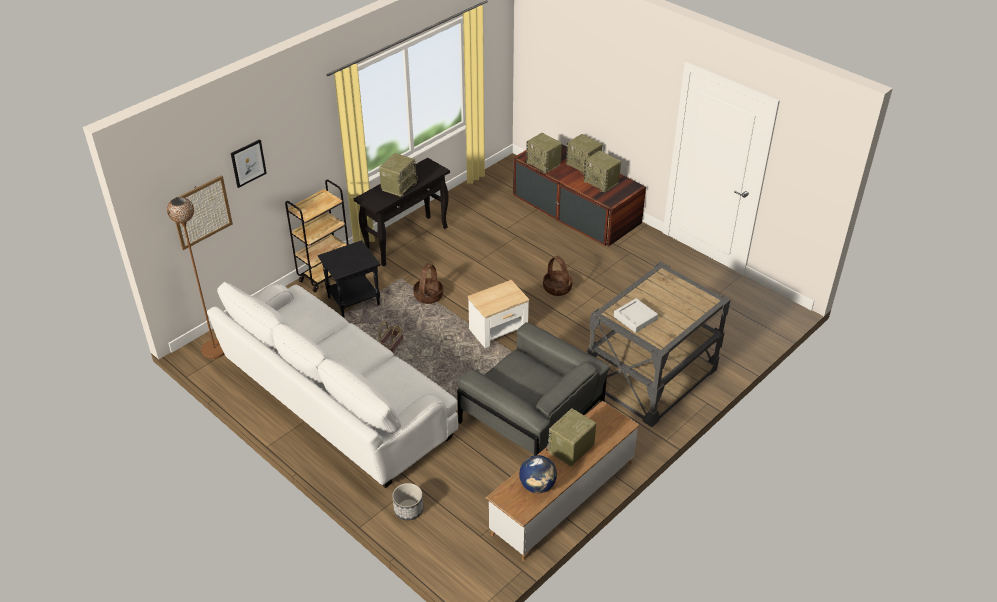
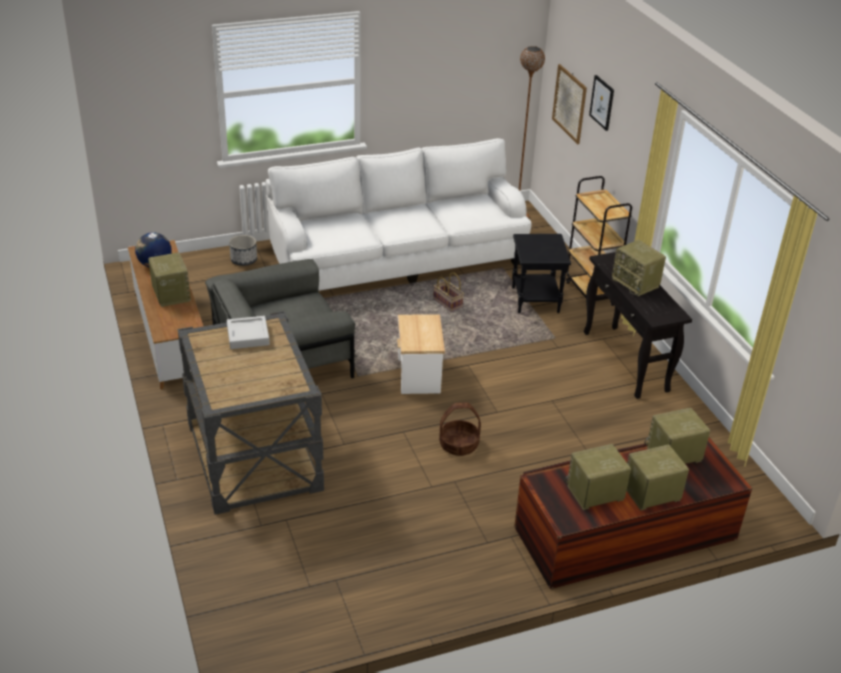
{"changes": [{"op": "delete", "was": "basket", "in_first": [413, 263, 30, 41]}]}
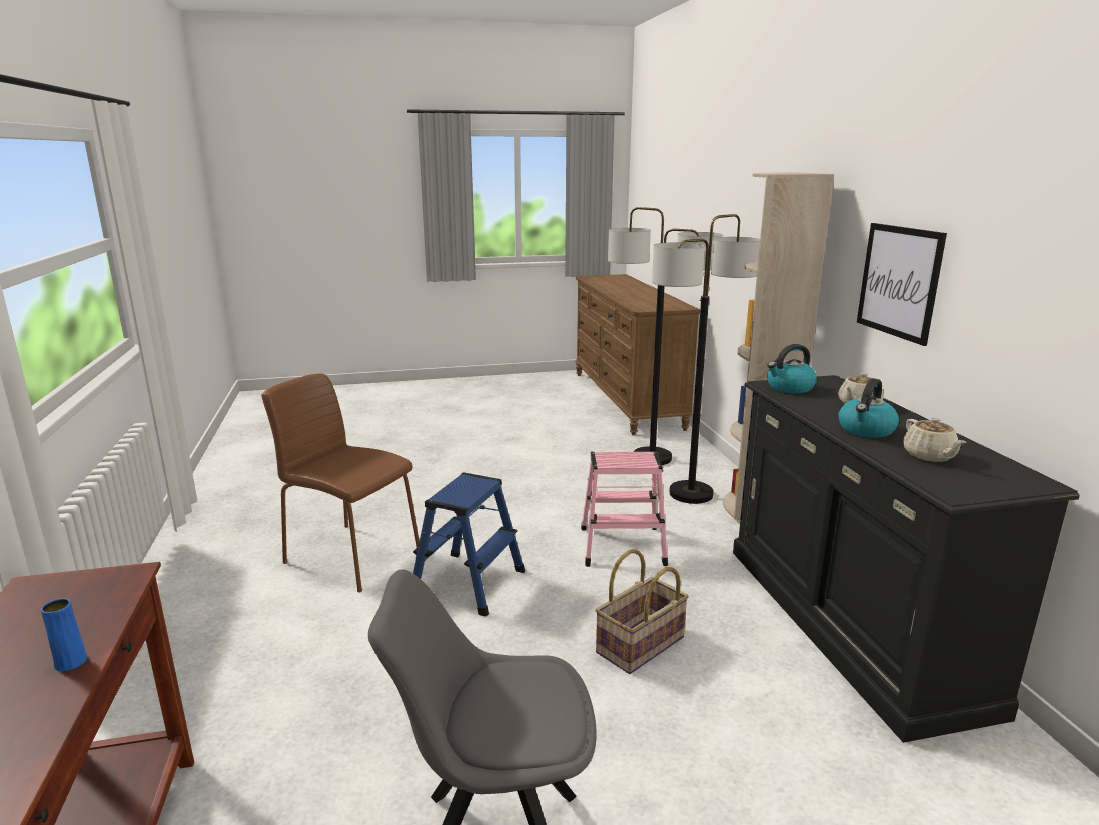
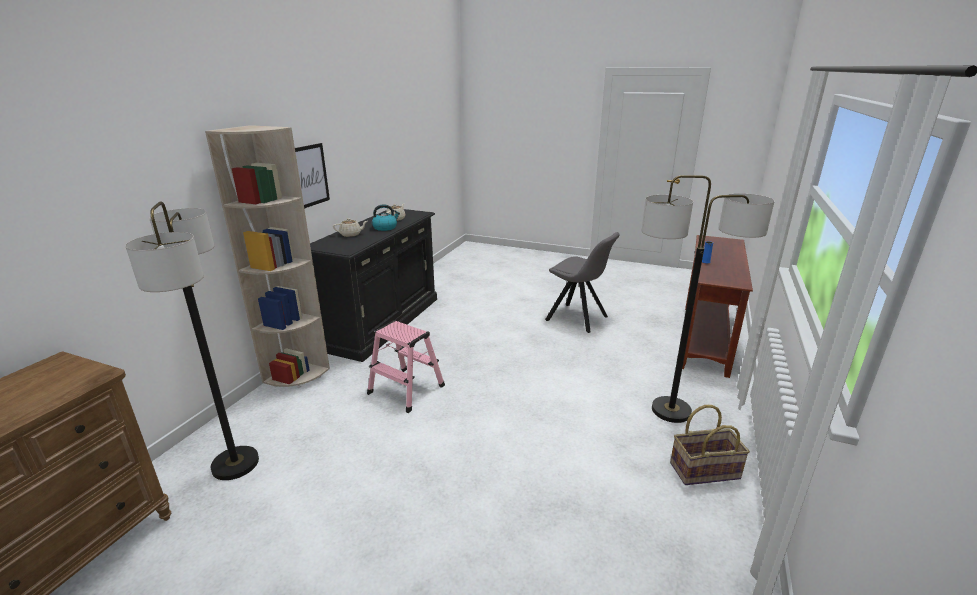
{"changes": [{"op": "delete", "was": "brown chair", "in_first": [261, 374, 159, 218]}, {"op": "delete", "was": "blue step ladder", "in_first": [413, 472, 112, 145]}, {"op": "move", "was": "basket", "in_first": [596, 549, 92, 125], "in_second": [670, 405, 80, 80]}, {"op": "move", "was": "floor lamp", "in_first": [652, 214, 108, 290], "in_second": [642, 175, 132, 248]}, {"op": "delete", "was": "kettle", "in_first": [767, 344, 50, 50]}]}
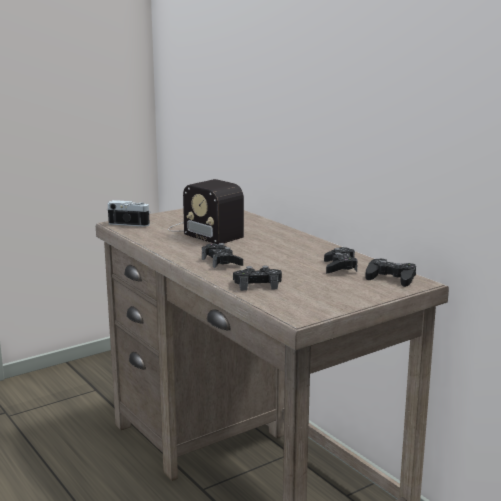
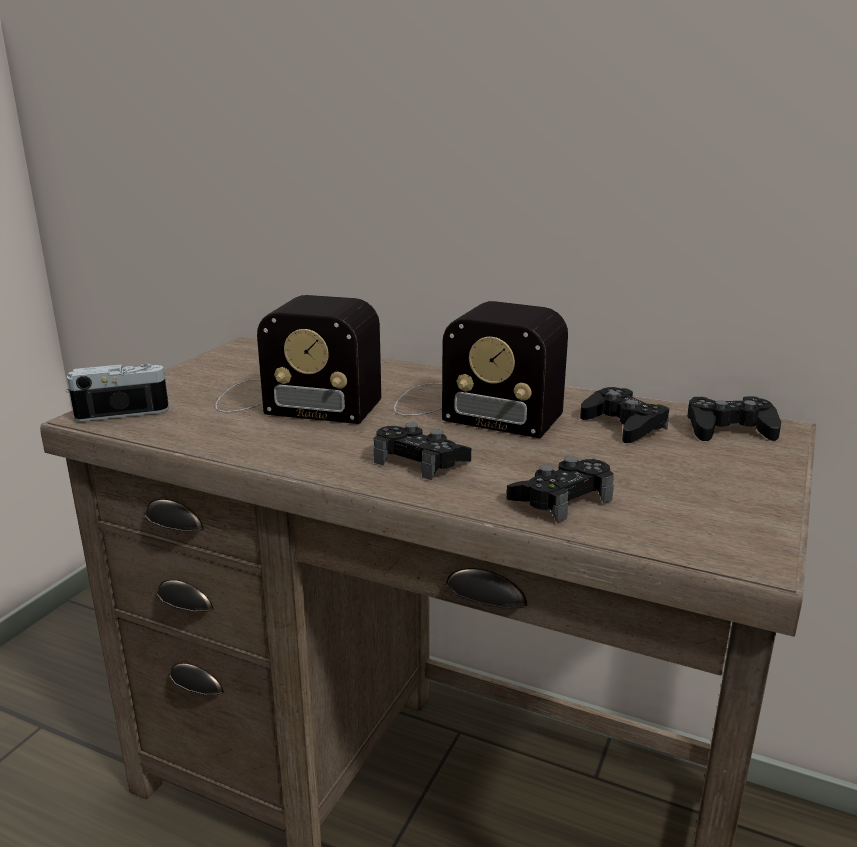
{"changes": [{"op": "insert", "now": "radio", "in_second": [394, 301, 174, 137]}]}
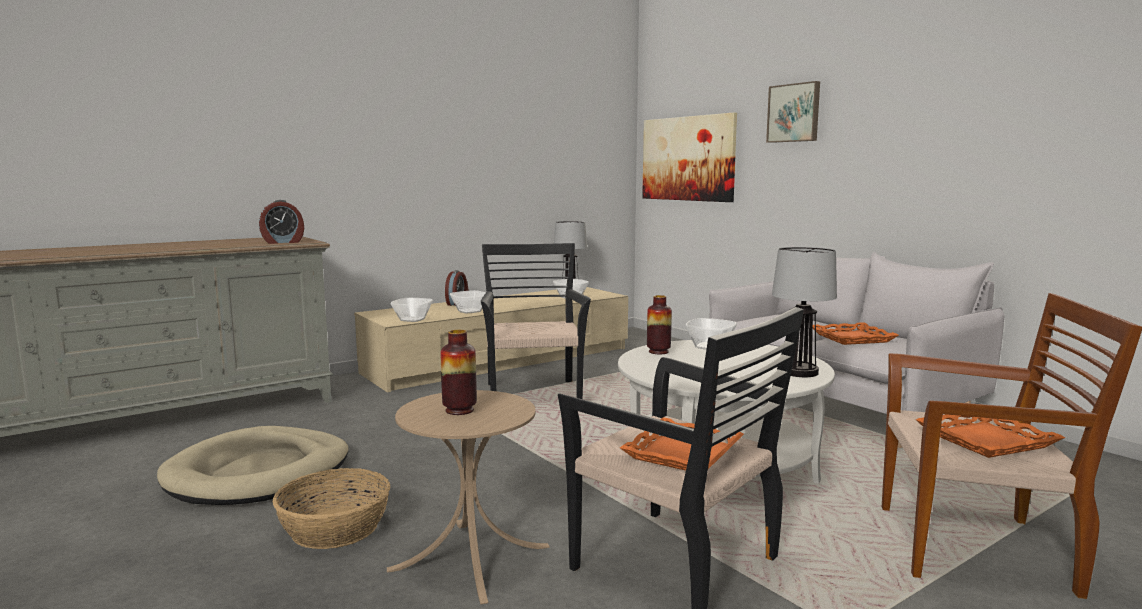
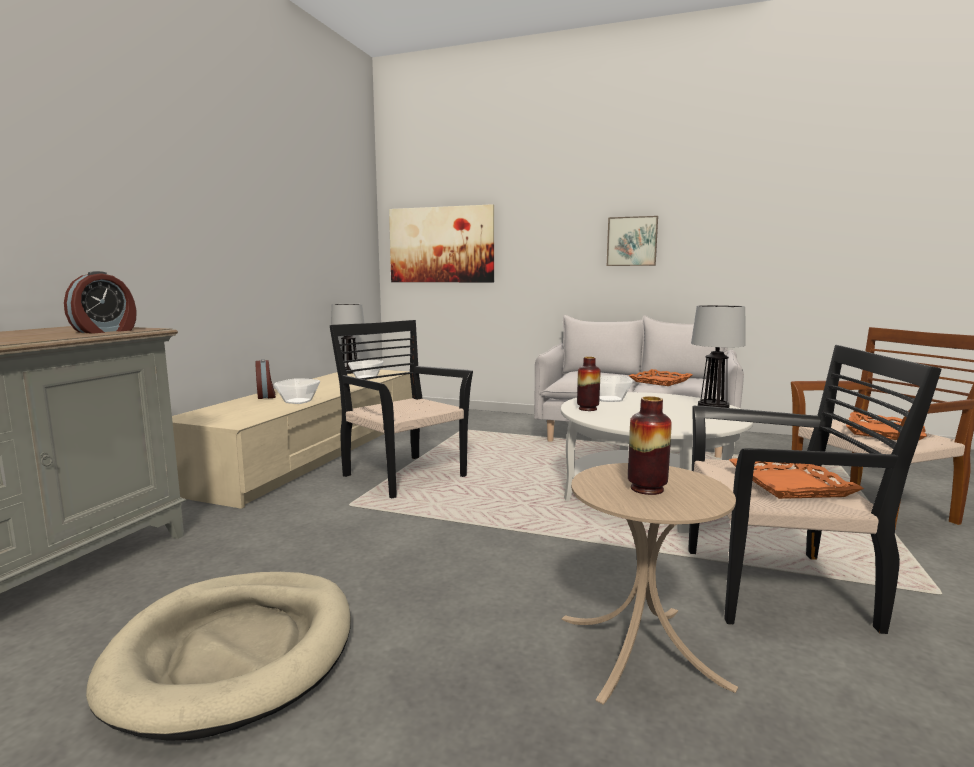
{"changes": [{"op": "delete", "was": "basket", "in_first": [273, 468, 117, 81]}, {"op": "delete", "was": "bowl", "in_first": [391, 298, 42, 24]}, {"op": "move", "was": "picture", "in_first": [766, 81, 54, 62], "in_second": [607, 216, 51, 50]}]}
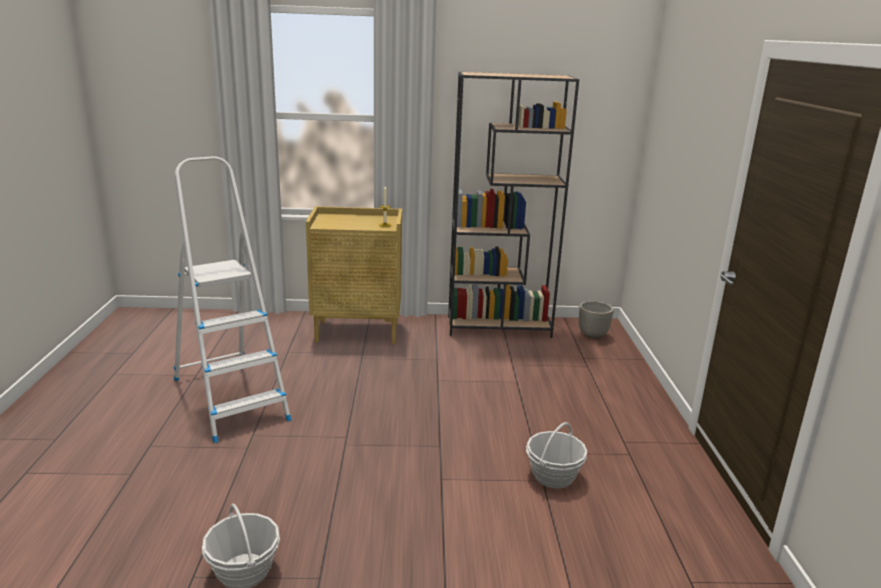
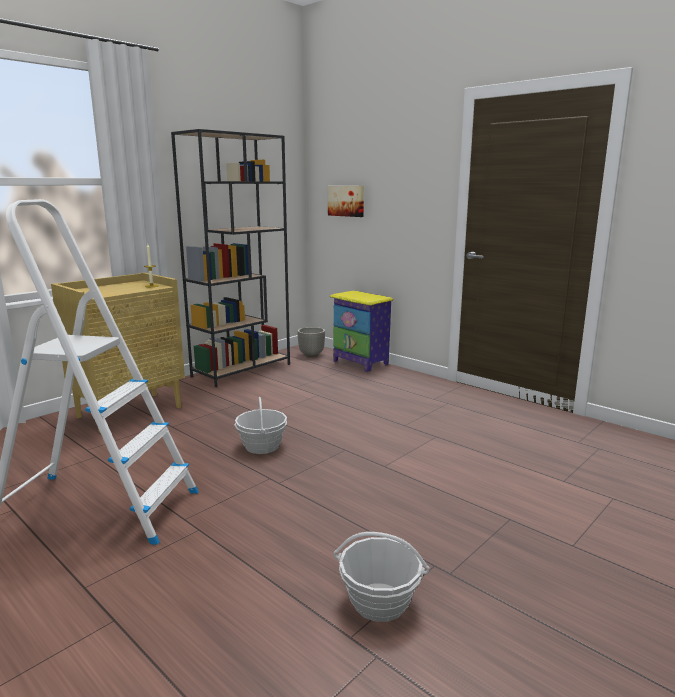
{"changes": [{"op": "move", "was": "basket", "in_first": [526, 422, 61, 67], "in_second": [235, 397, 52, 57]}, {"op": "insert", "now": "picture", "in_second": [328, 186, 36, 31]}, {"op": "insert", "now": "nightstand", "in_second": [329, 291, 64, 81]}]}
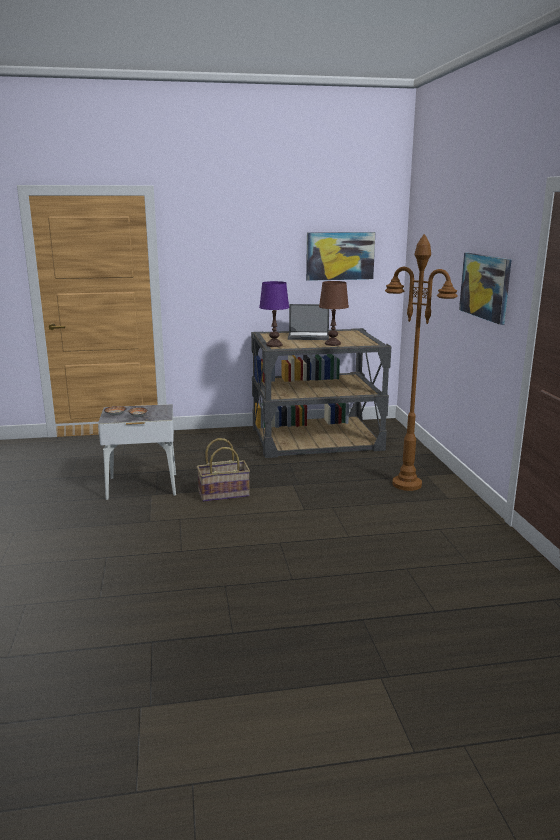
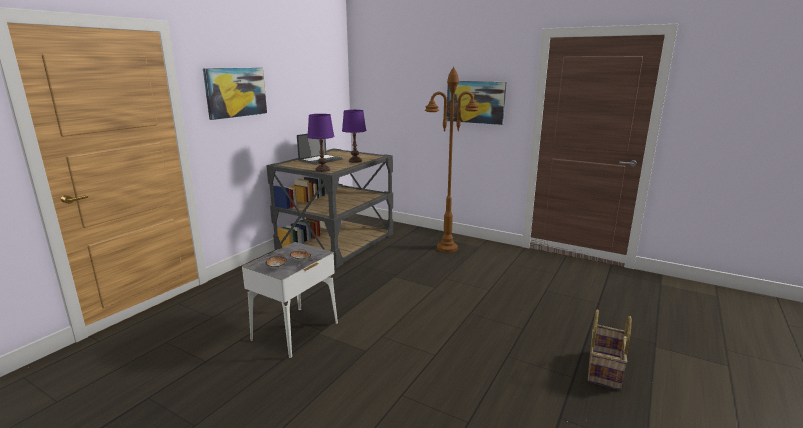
{"changes": [{"op": "move", "was": "basket", "in_first": [197, 438, 53, 64], "in_second": [588, 309, 44, 81]}, {"op": "move", "was": "picture", "in_first": [306, 232, 69, 49], "in_second": [203, 68, 64, 52]}, {"op": "recolor", "was": "brown table lamp", "now": "purple table lamp", "in_first": [319, 281, 30, 65], "in_second": [342, 110, 24, 53]}]}
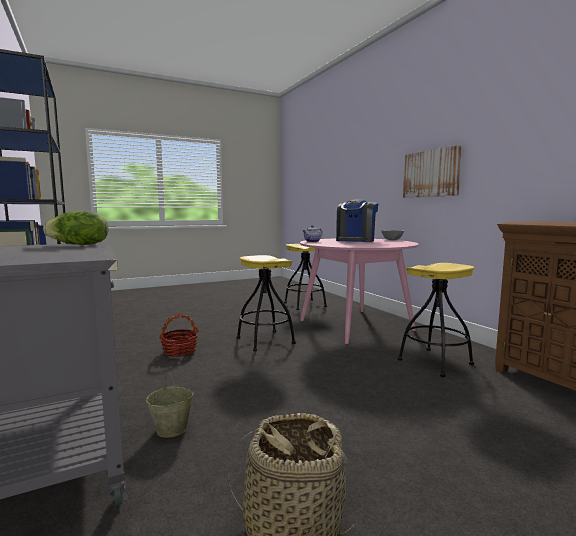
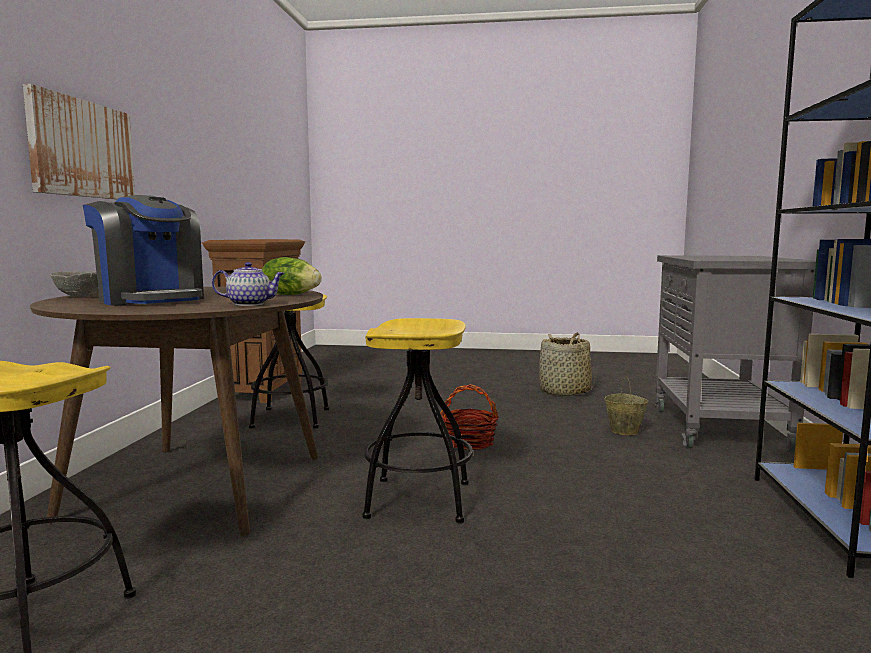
{"changes": [{"op": "move", "was": "lettuce", "in_first": [43, 211, 65, 34], "in_second": [262, 257, 60, 38]}, {"op": "move", "was": "basket", "in_first": [160, 314, 39, 43], "in_second": [440, 384, 59, 66]}, {"op": "recolor", "was": "pink dining table", "now": "brown dining table", "in_first": [300, 239, 118, 105], "in_second": [30, 287, 293, 249]}, {"op": "rotate", "was": "coffee machine", "in_first": [336, 199, 42, 43], "in_second": [83, 195, 121, 111], "clockwise": 75}]}
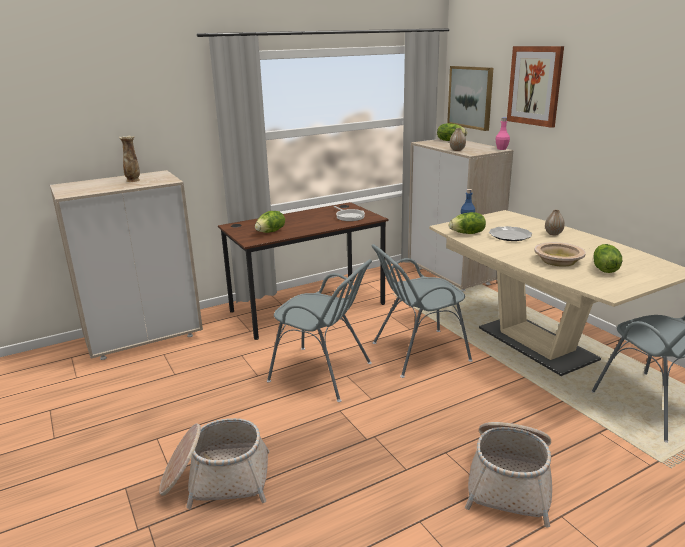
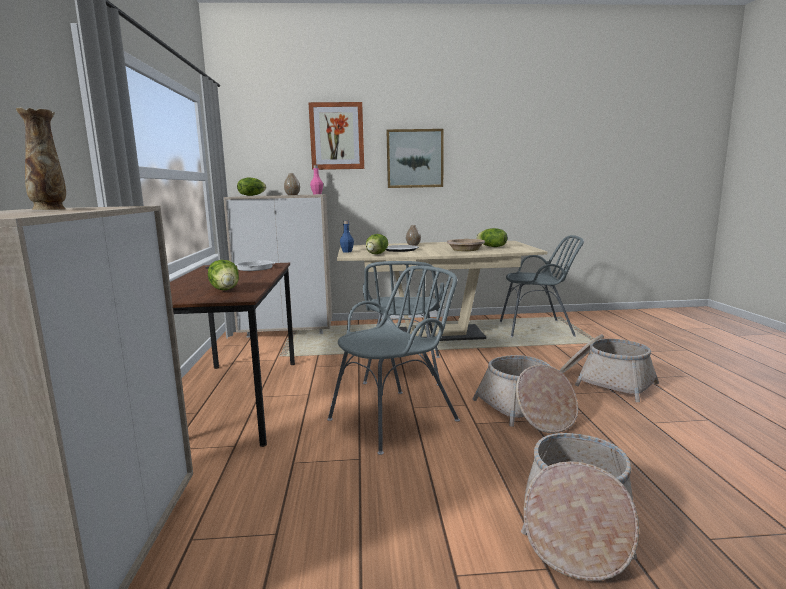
{"changes": [{"op": "move", "was": "picture", "in_first": [447, 66, 46, 65], "in_second": [386, 129, 57, 59]}, {"op": "insert", "now": "basket", "in_second": [473, 355, 105, 78]}]}
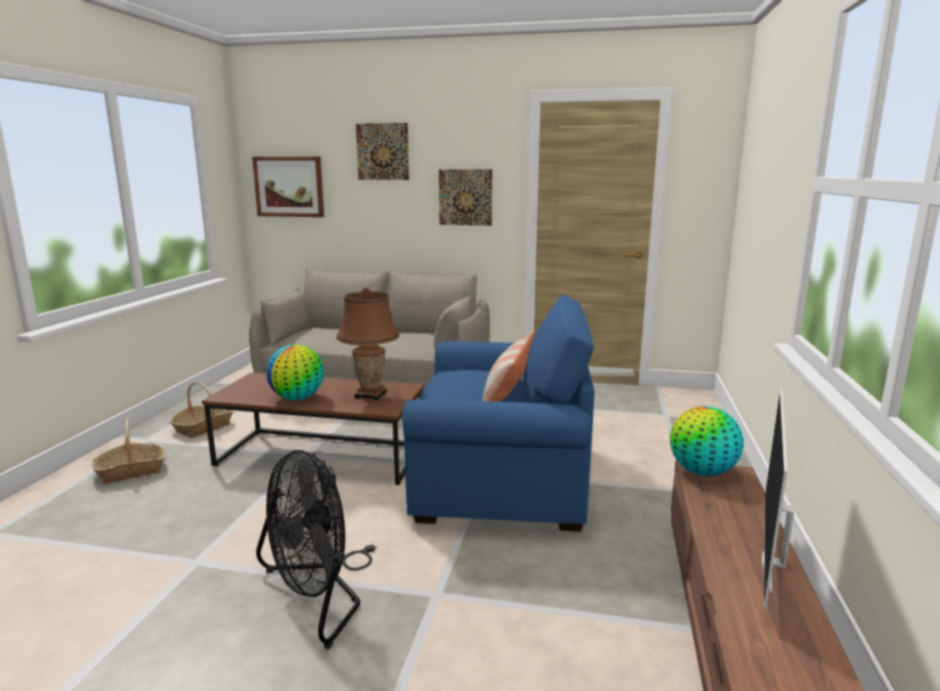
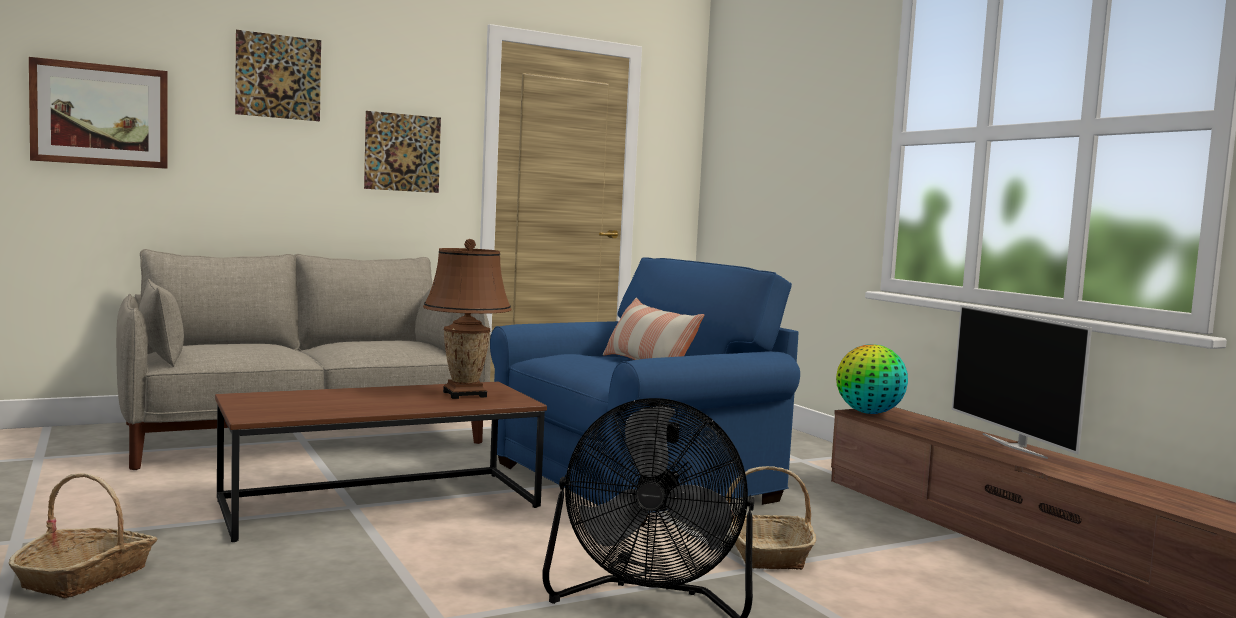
{"changes": [{"op": "move", "was": "basket", "in_first": [169, 382, 64, 56], "in_second": [726, 466, 90, 104]}, {"op": "delete", "was": "globe", "in_first": [266, 344, 58, 56]}]}
